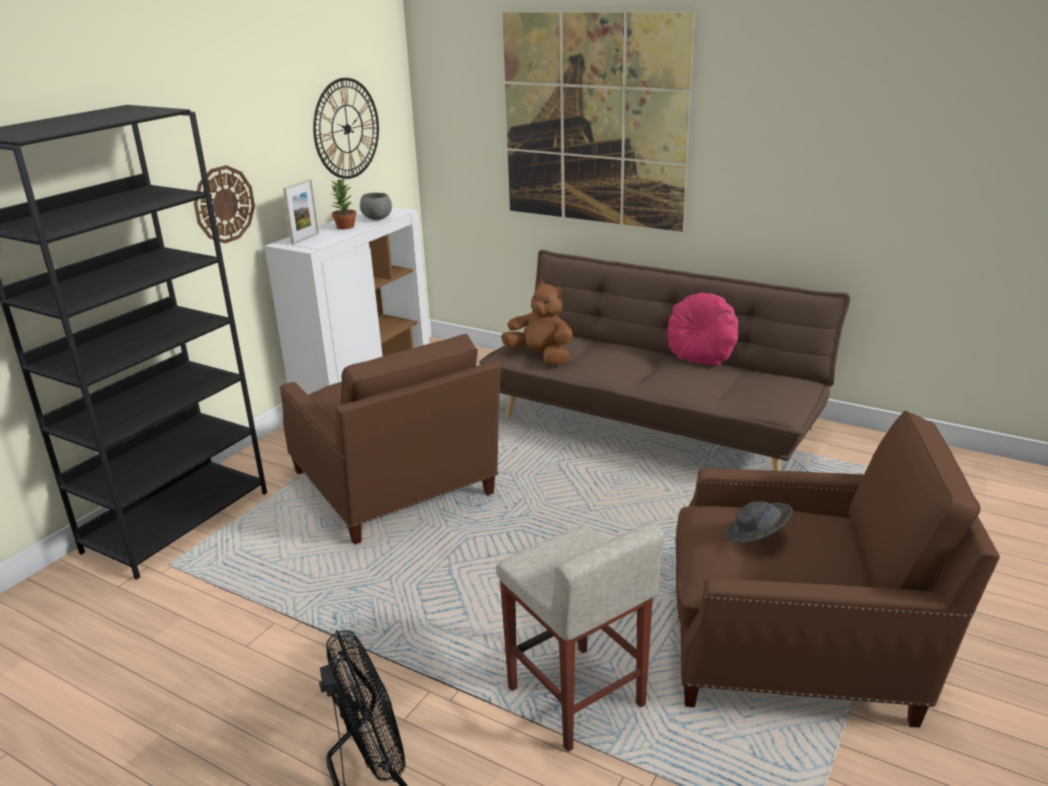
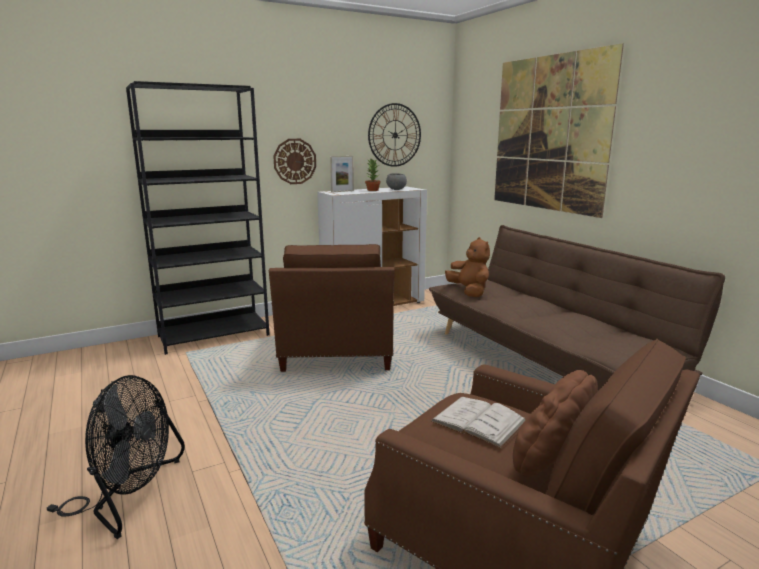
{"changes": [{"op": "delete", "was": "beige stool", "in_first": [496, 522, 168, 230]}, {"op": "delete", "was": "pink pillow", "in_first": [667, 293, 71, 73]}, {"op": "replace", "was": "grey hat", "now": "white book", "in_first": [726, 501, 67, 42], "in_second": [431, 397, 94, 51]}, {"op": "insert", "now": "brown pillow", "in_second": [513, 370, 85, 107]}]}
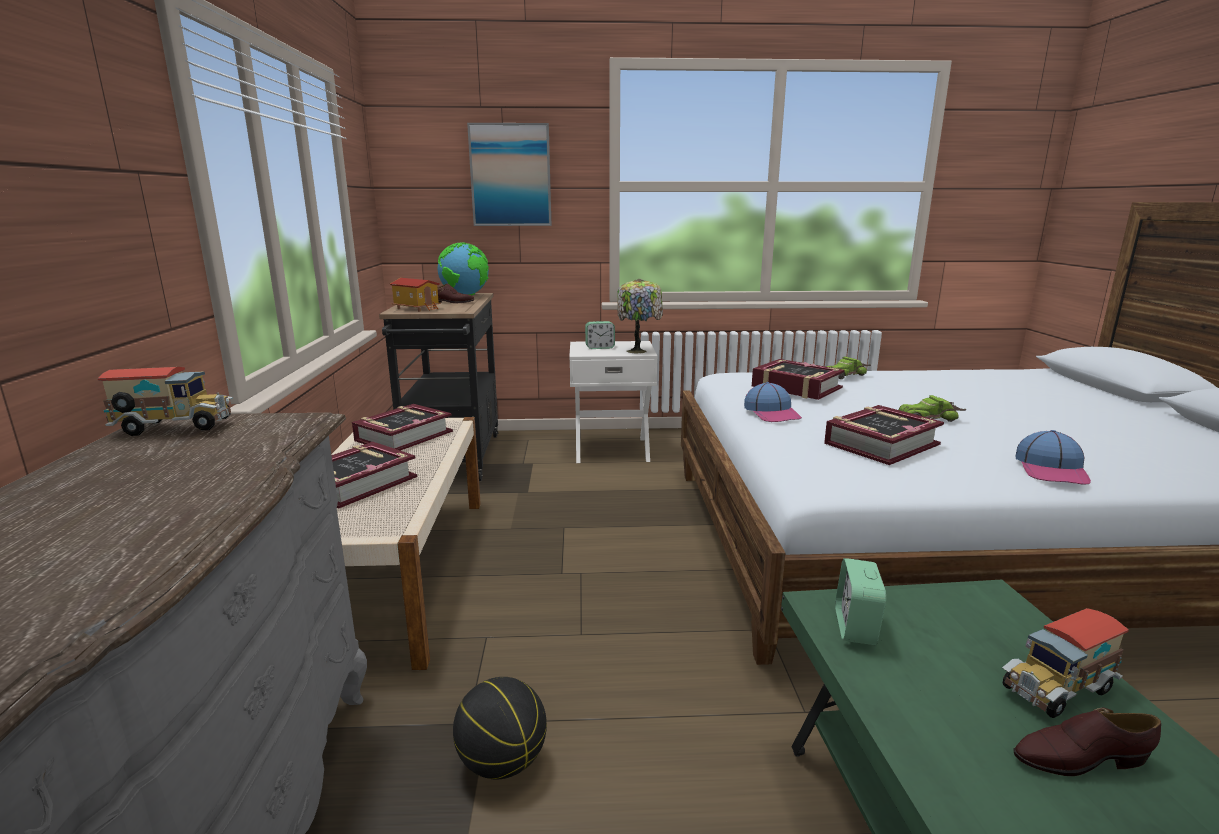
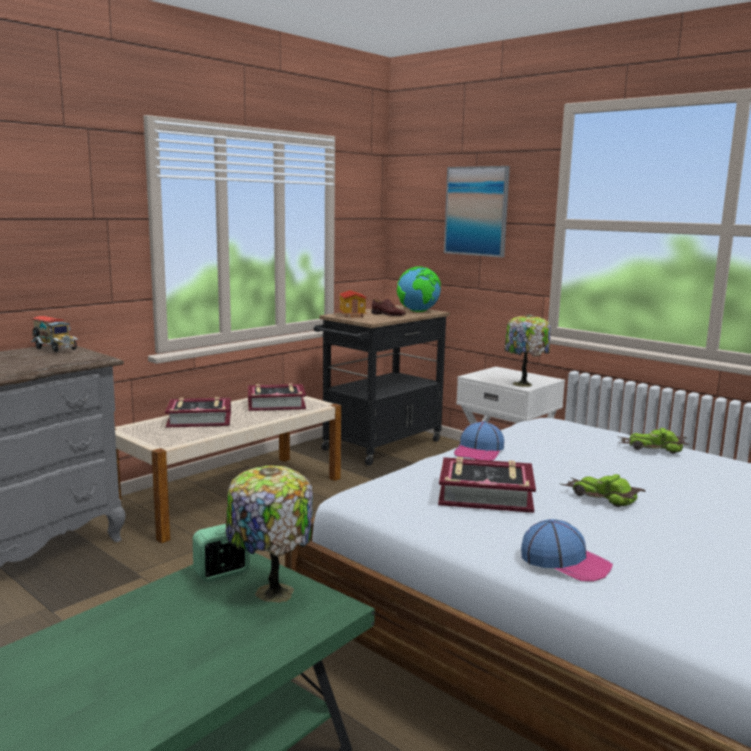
{"changes": [{"op": "delete", "was": "basketball", "in_first": [453, 677, 94, 103]}, {"op": "delete", "was": "alarm clock", "in_first": [585, 321, 30, 28]}, {"op": "delete", "was": "book", "in_first": [752, 359, 93, 41]}, {"op": "delete", "was": "toy truck", "in_first": [1002, 608, 127, 110]}, {"op": "delete", "was": "brown shoe", "in_first": [1013, 708, 148, 68]}, {"op": "rotate", "was": "cap", "in_first": [1015, 430, 76, 55], "in_second": [521, 519, 92, 62], "clockwise": -120}, {"op": "insert", "now": "table lamp", "in_second": [225, 465, 88, 138]}]}
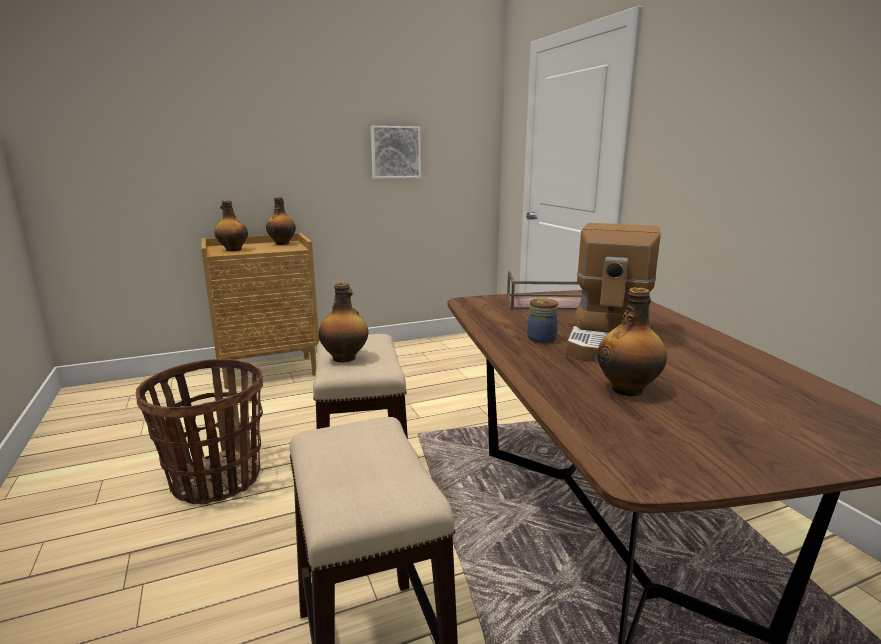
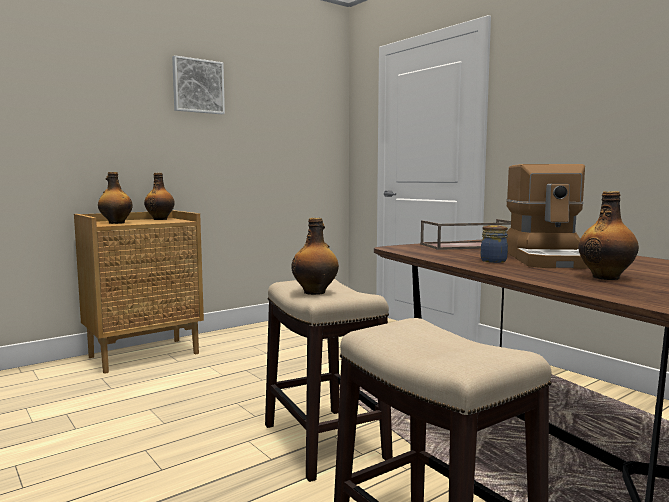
{"changes": [{"op": "delete", "was": "basket", "in_first": [136, 359, 127, 145]}, {"op": "move", "was": "picture", "in_first": [371, 126, 50, 53], "in_second": [172, 55, 53, 59]}]}
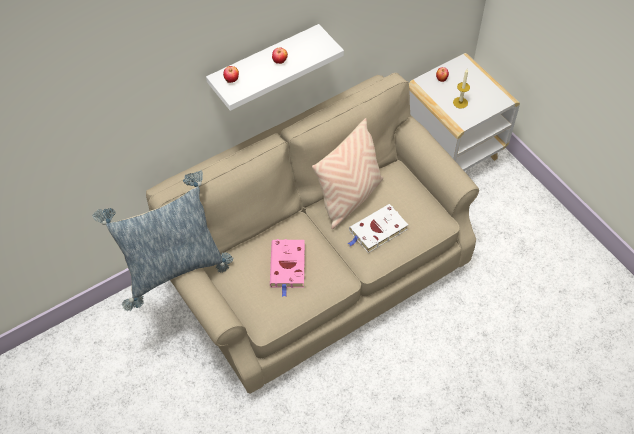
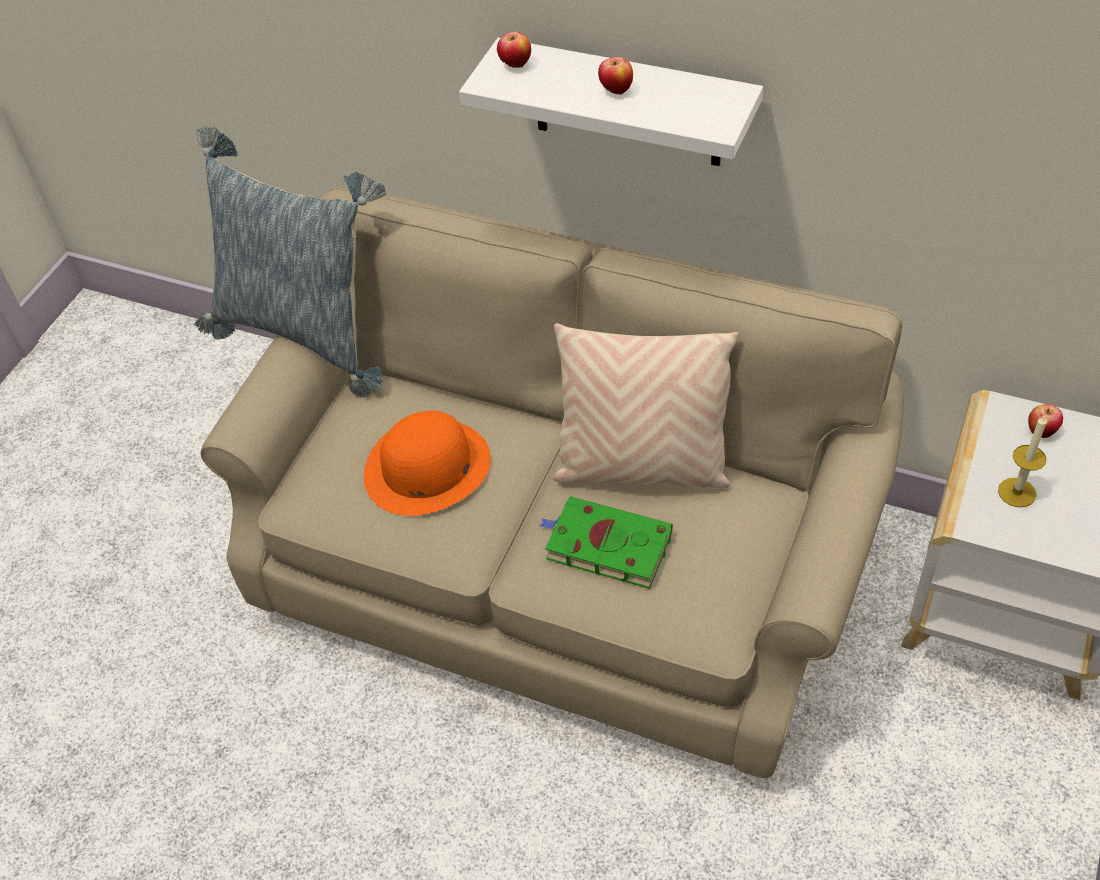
{"changes": [{"op": "replace", "was": "pink book", "now": "orange hat", "in_first": [270, 239, 35, 58], "in_second": [364, 411, 127, 105]}, {"op": "recolor", "was": "white book", "now": "green book", "in_first": [347, 204, 61, 49], "in_second": [539, 496, 134, 93]}]}
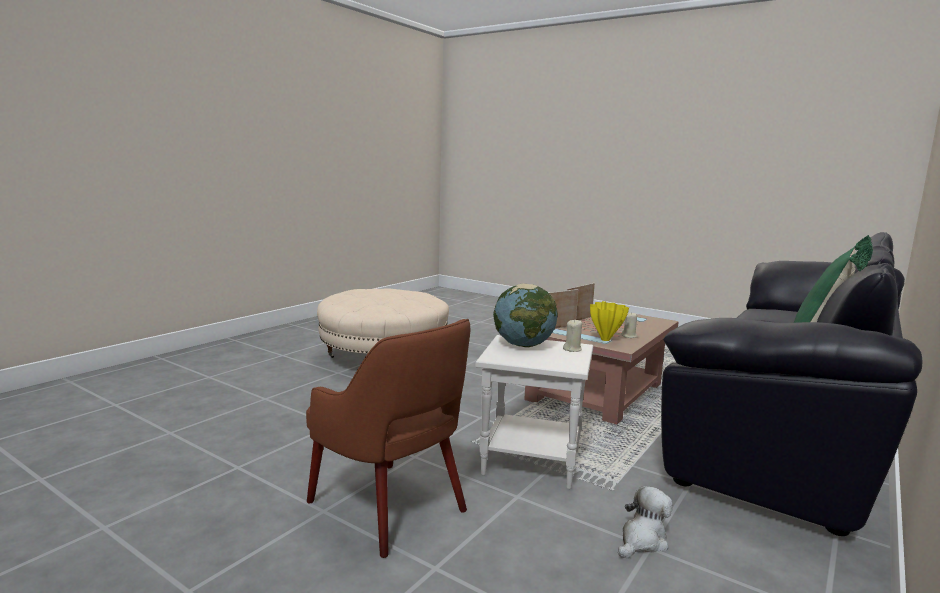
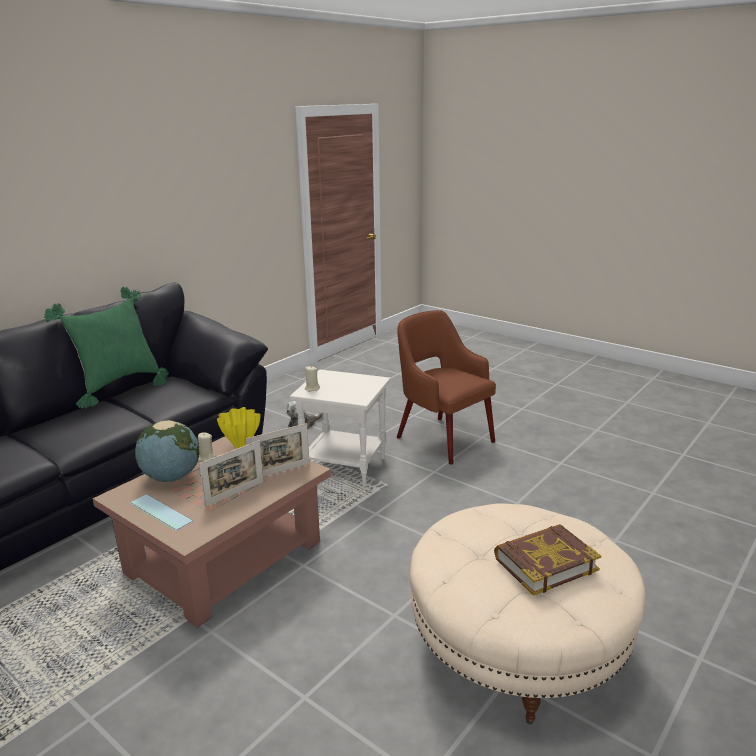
{"changes": [{"op": "move", "was": "globe", "in_first": [493, 283, 65, 65], "in_second": [135, 420, 65, 62]}, {"op": "insert", "now": "book", "in_second": [494, 524, 107, 72]}]}
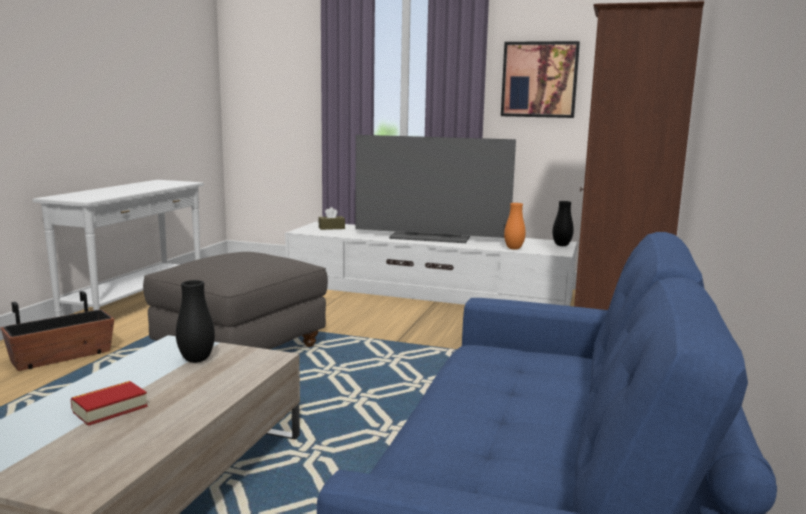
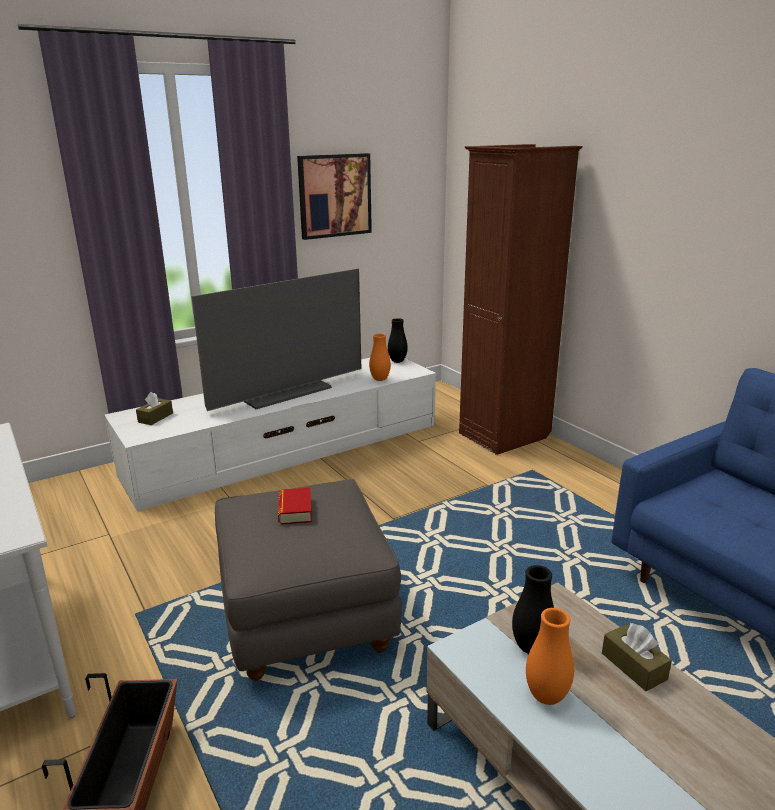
{"changes": [{"op": "move", "was": "book", "in_first": [71, 381, 77, 45], "in_second": [278, 488, 34, 36]}, {"op": "insert", "now": "orange vase", "in_second": [526, 608, 48, 97]}, {"op": "insert", "now": "brown tissue box", "in_second": [602, 623, 70, 68]}]}
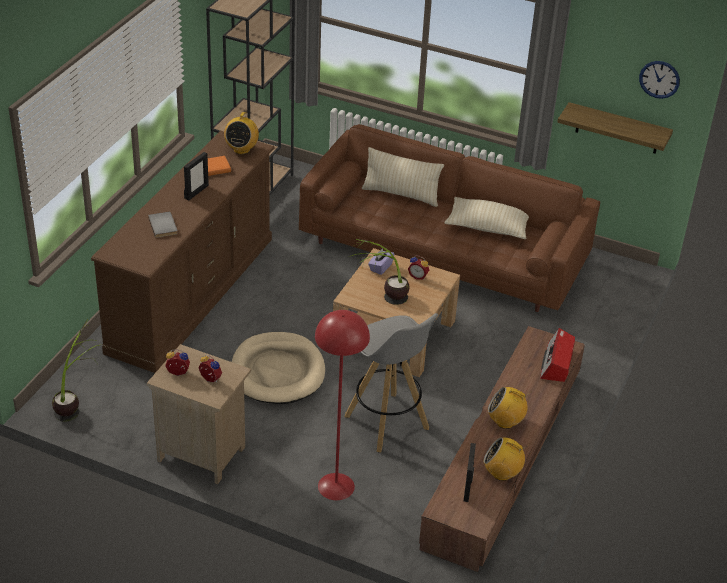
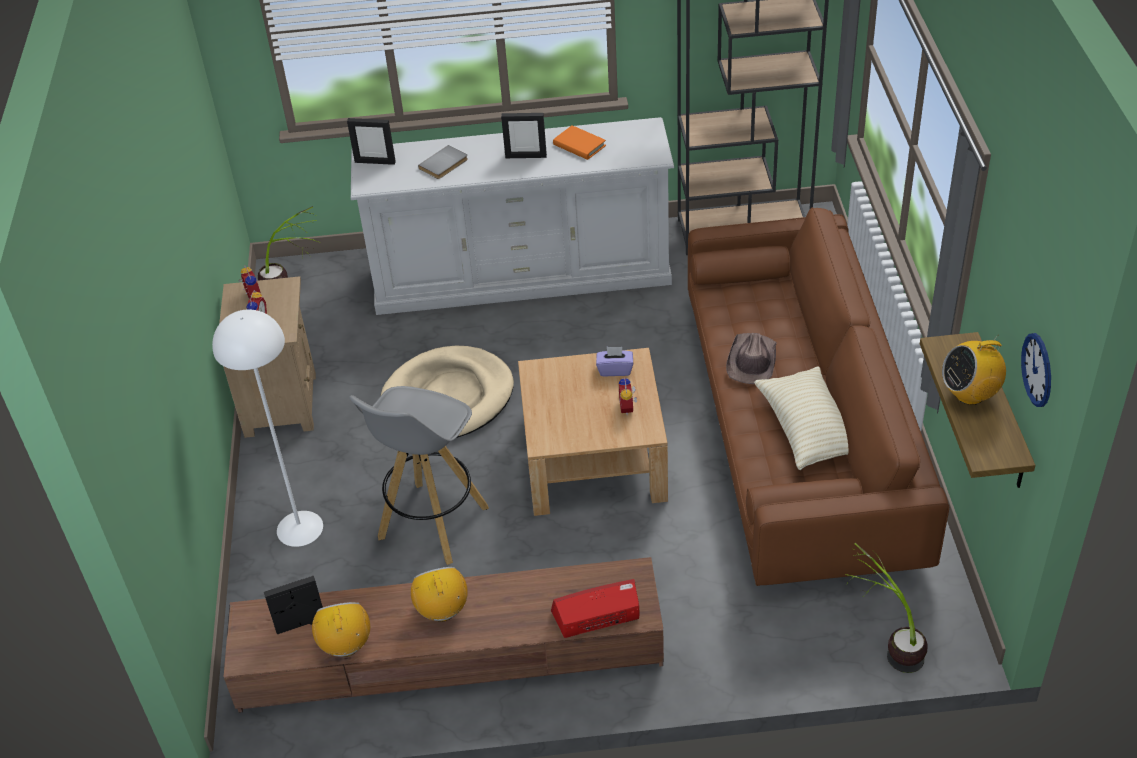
{"changes": [{"op": "recolor", "was": "brown cabinet", "now": "white cabinet", "in_first": [91, 131, 184, 242], "in_second": [351, 117, 323, 198]}, {"op": "move", "was": "radio", "in_first": [224, 112, 35, 42], "in_second": [942, 334, 64, 71]}, {"op": "recolor", "was": "red floor lamp", "now": "white floor lamp", "in_first": [315, 310, 55, 190], "in_second": [212, 309, 111, 238]}, {"op": "move", "was": "potted plant", "in_first": [351, 239, 58, 66], "in_second": [845, 543, 83, 130]}, {"op": "delete", "was": "beige pillow", "in_first": [362, 147, 82, 60]}, {"op": "insert", "now": "picture frame", "in_second": [347, 118, 49, 47]}, {"op": "insert", "now": "brown hat", "in_second": [726, 333, 51, 51]}]}
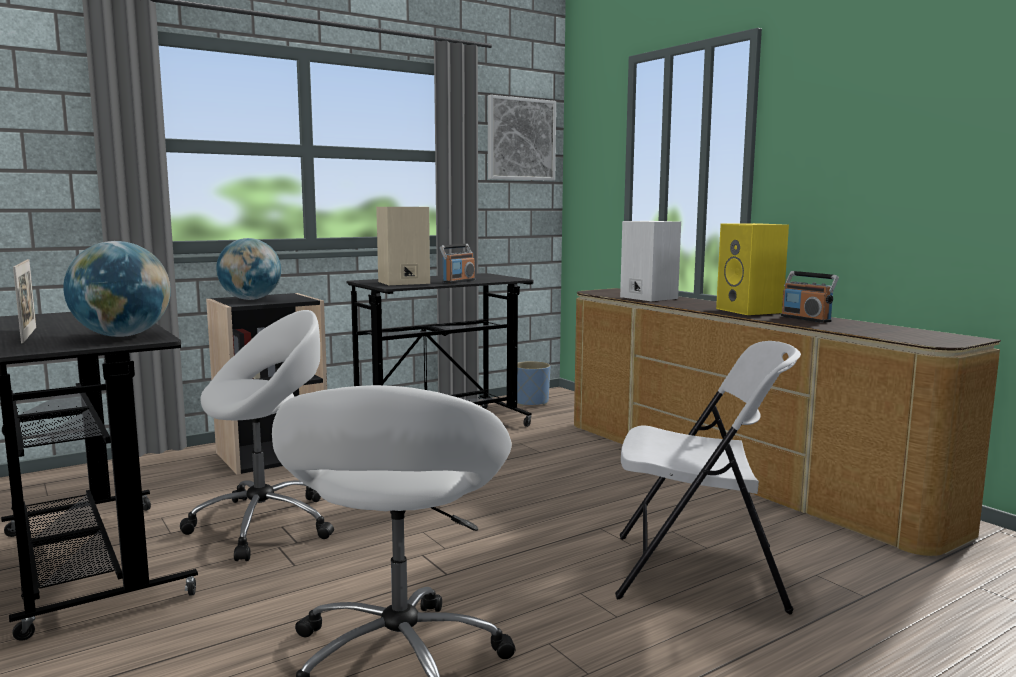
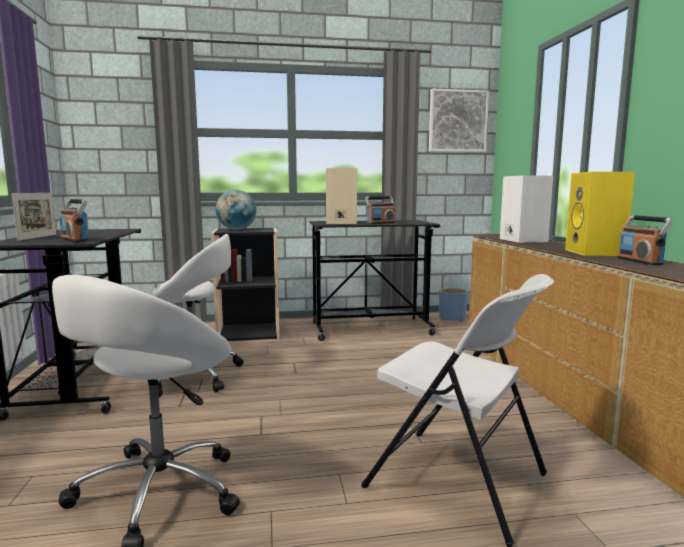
{"changes": [{"op": "replace", "was": "globe", "now": "radio", "in_first": [63, 241, 108, 96], "in_second": [59, 199, 30, 43]}]}
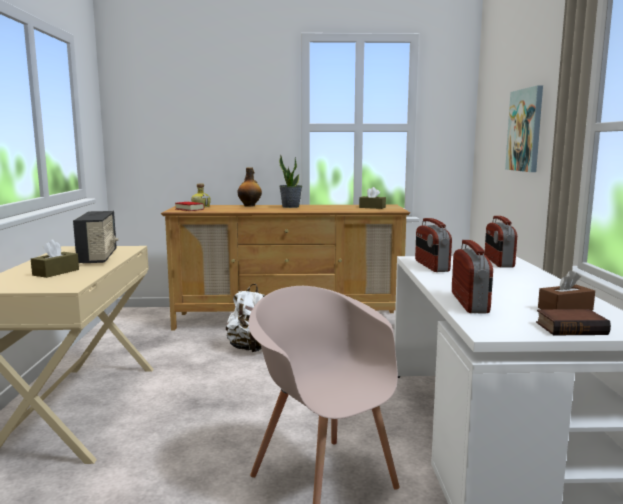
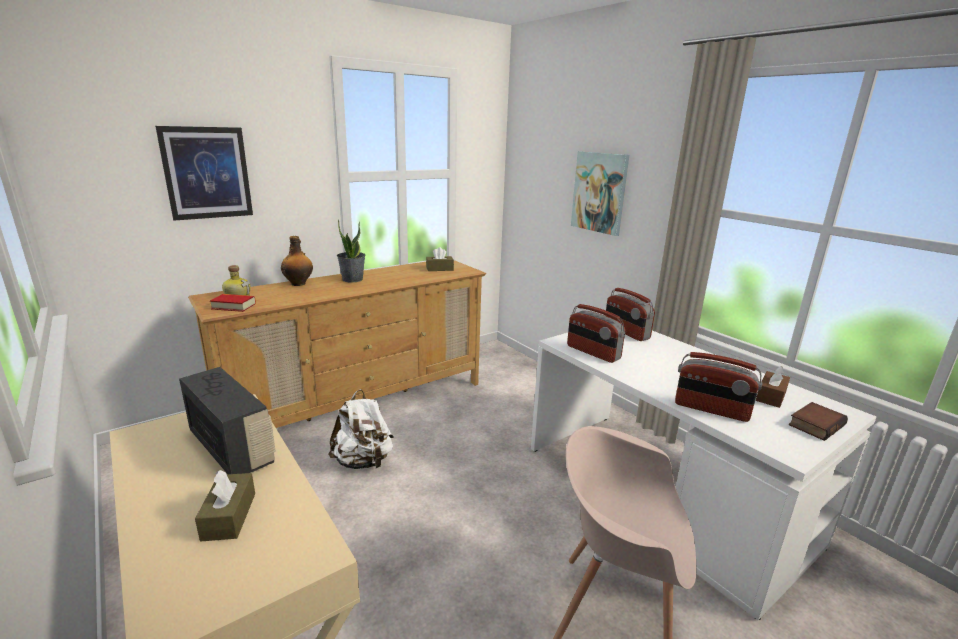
{"changes": [{"op": "rotate", "was": "radio", "in_first": [452, 240, 41, 73], "in_second": [675, 352, 87, 70], "clockwise": 150}, {"op": "insert", "now": "picture", "in_second": [155, 126, 98, 95]}]}
